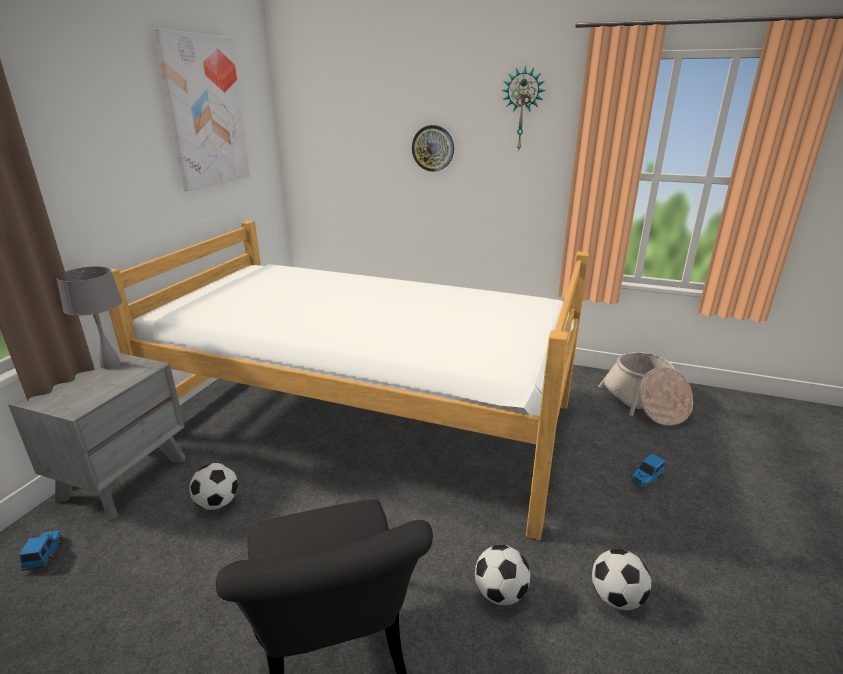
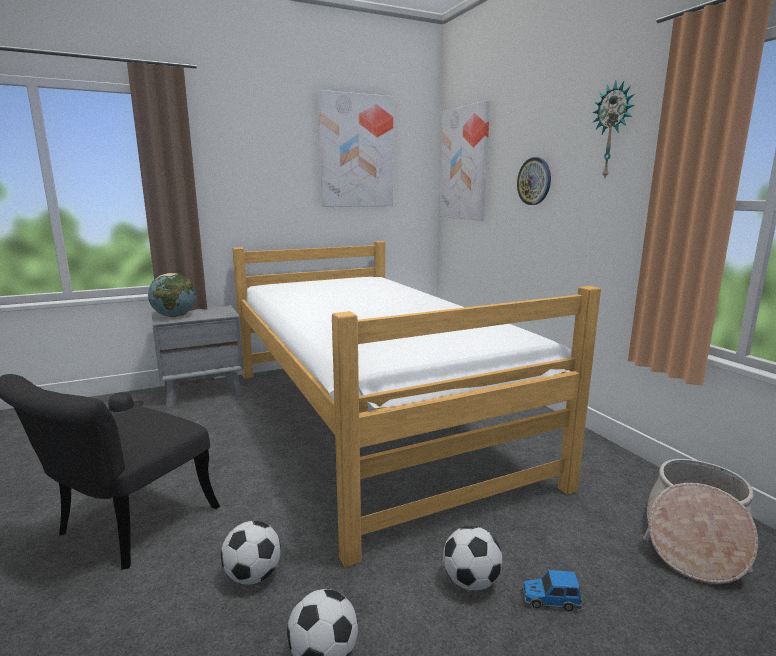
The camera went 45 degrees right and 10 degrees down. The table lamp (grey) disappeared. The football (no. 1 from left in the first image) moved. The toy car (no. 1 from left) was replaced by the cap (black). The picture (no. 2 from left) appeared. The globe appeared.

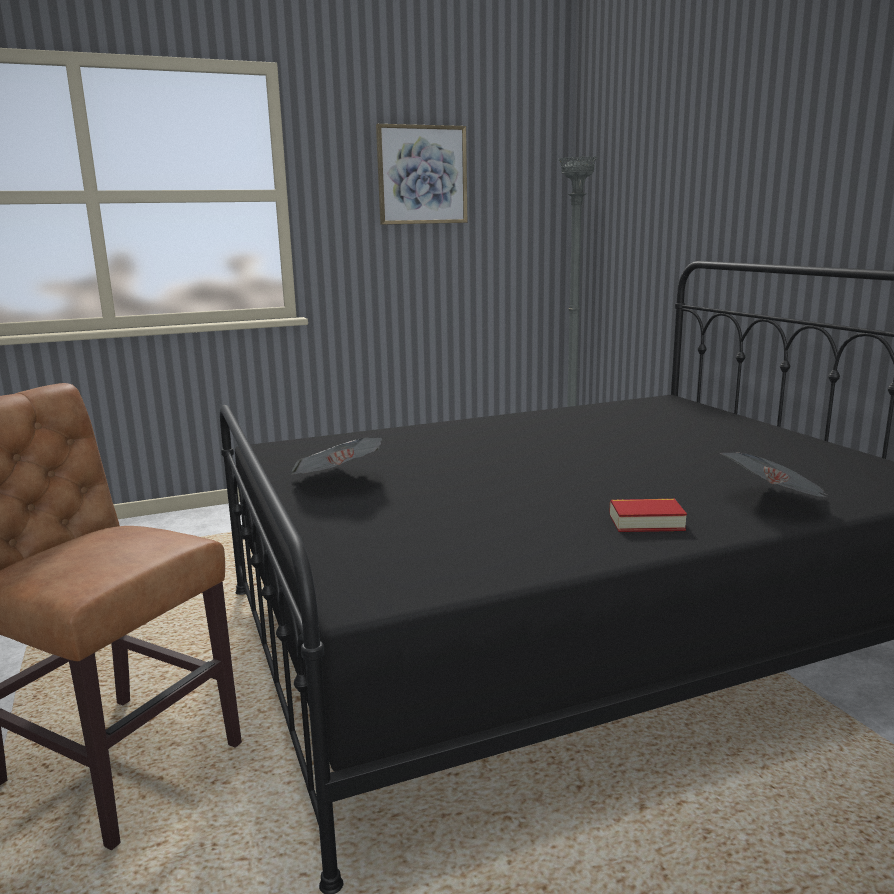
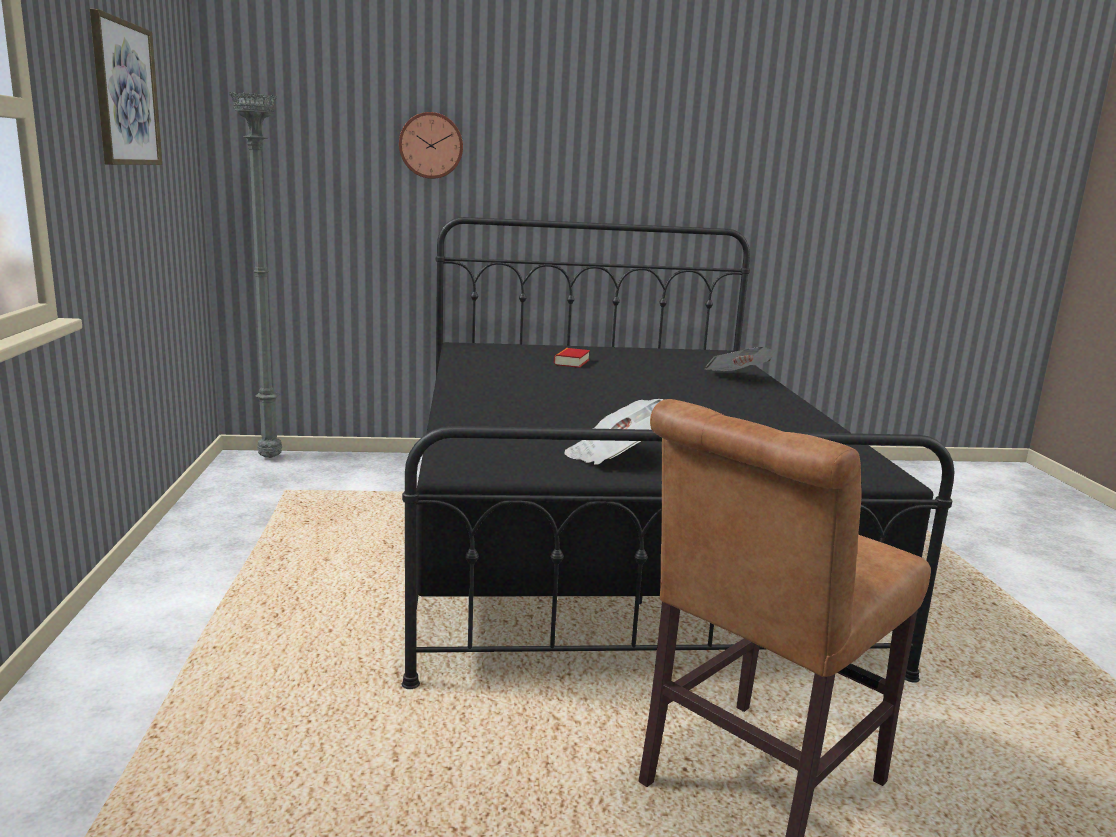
The camera went 75 degrees left and 0 degrees up. The book moved. The wall clock appeared.

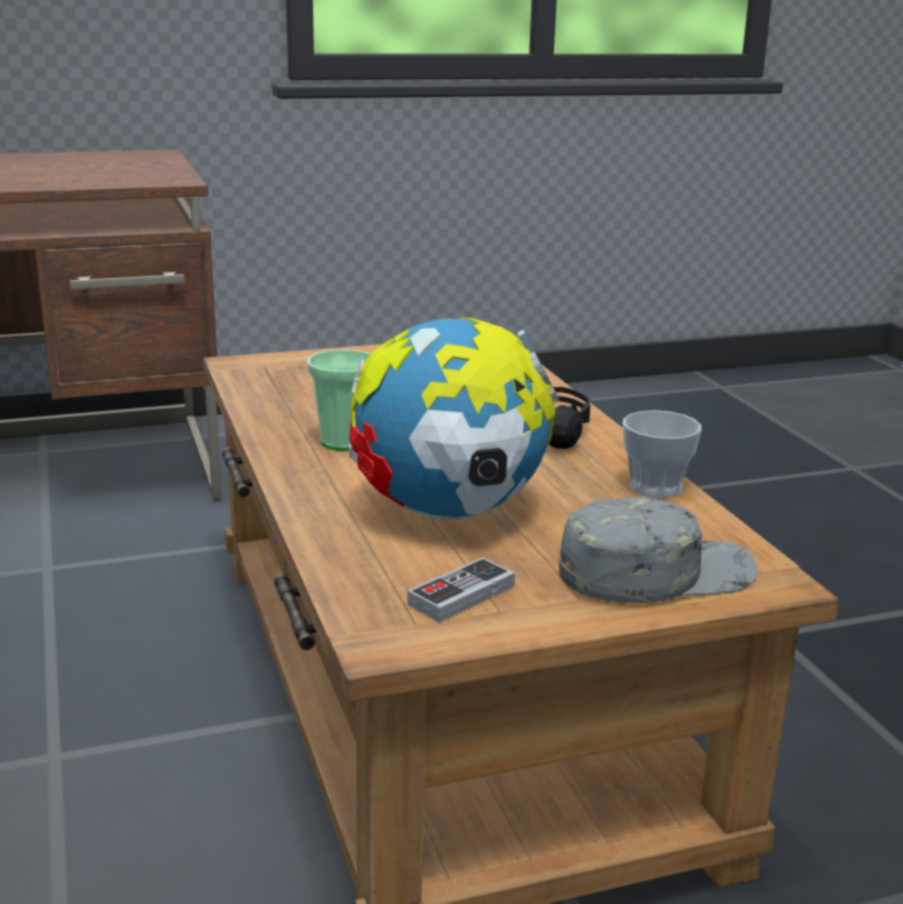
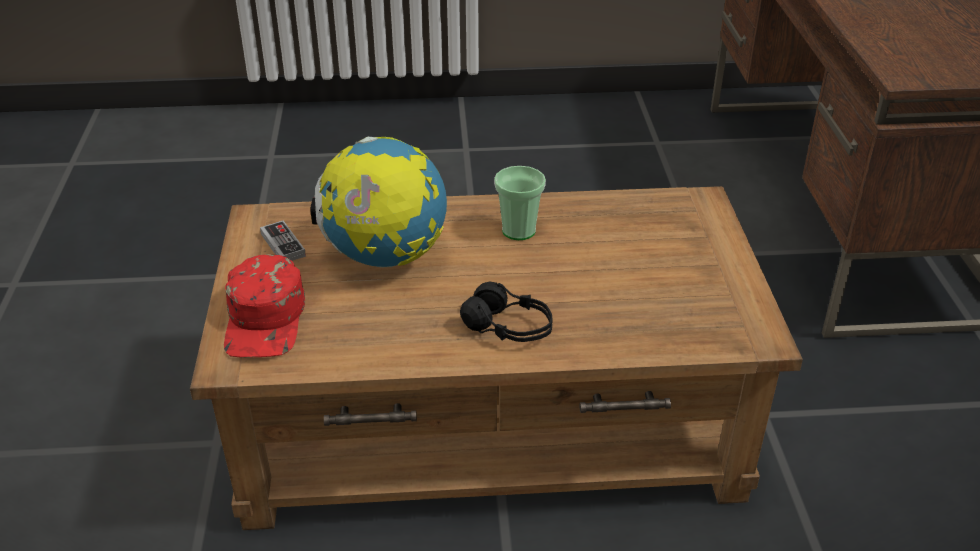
The camera went 105 degrees right and 15 degrees up. The cup (no. 2 from left) disappeared. The cap (grey) became the cap (red).

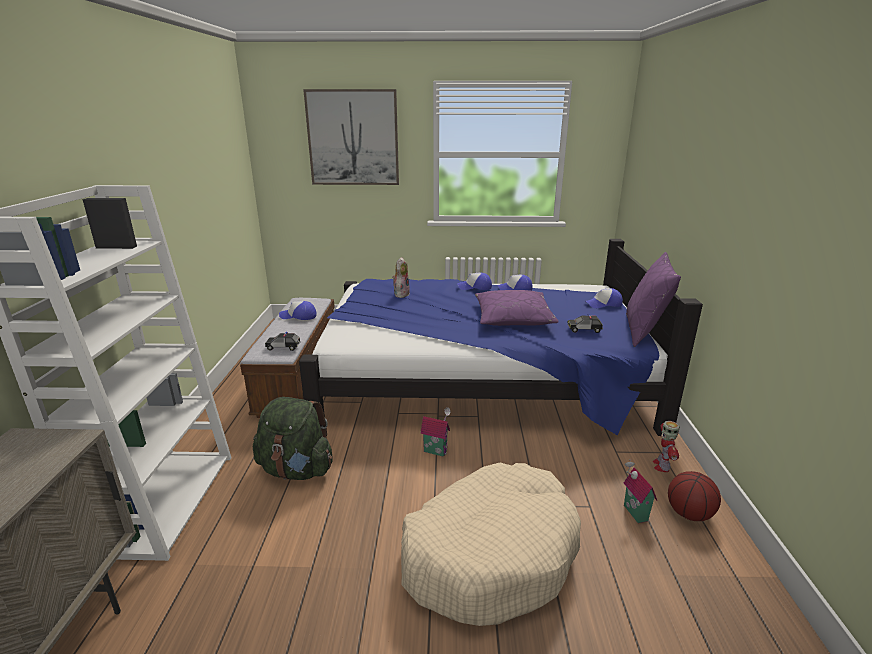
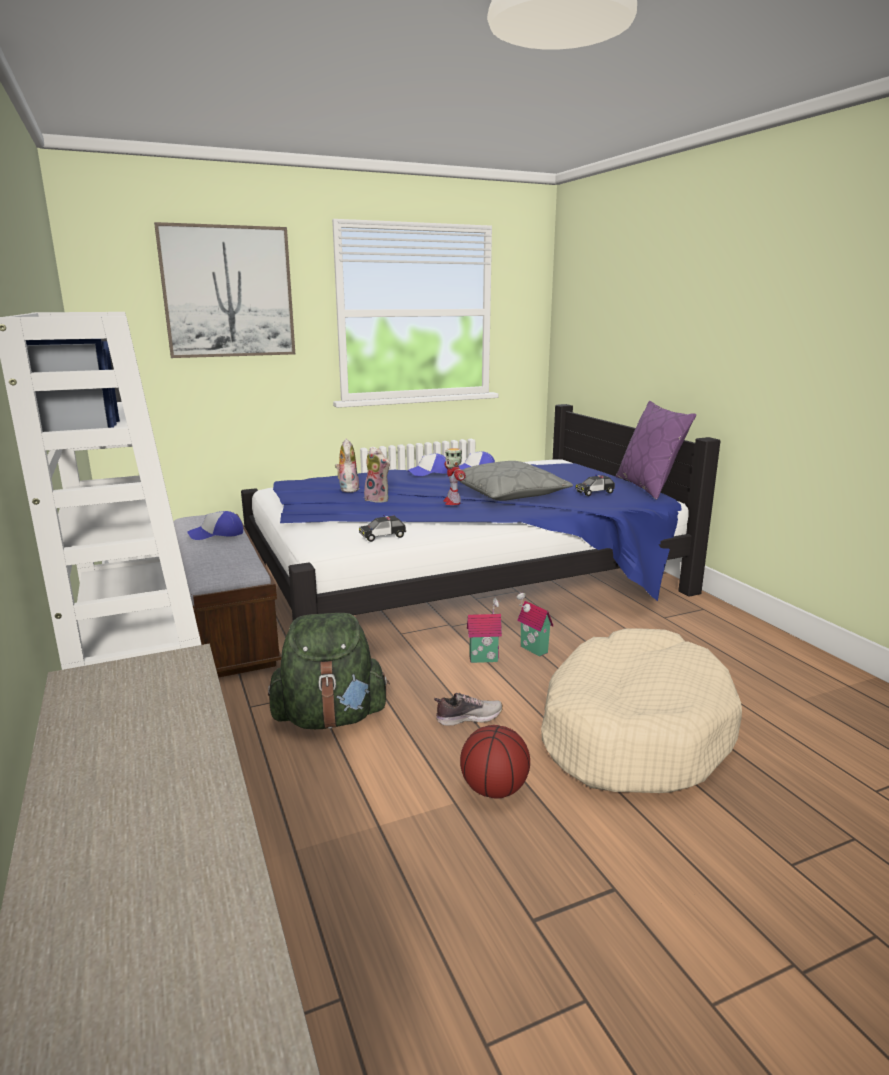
The camera went 25 degrees left and 5 degrees down. The cap (no. 4 from left) disappeared. The pillow (purple) (no. 1 from left) became the pillow (grey). The toy car (no. 1 from left) moved. The toy robot moved. The toy house (no. 2 from left) moved. The basketball moved. The plush toy (no. 2 from left) appeared. The shoe appeared.

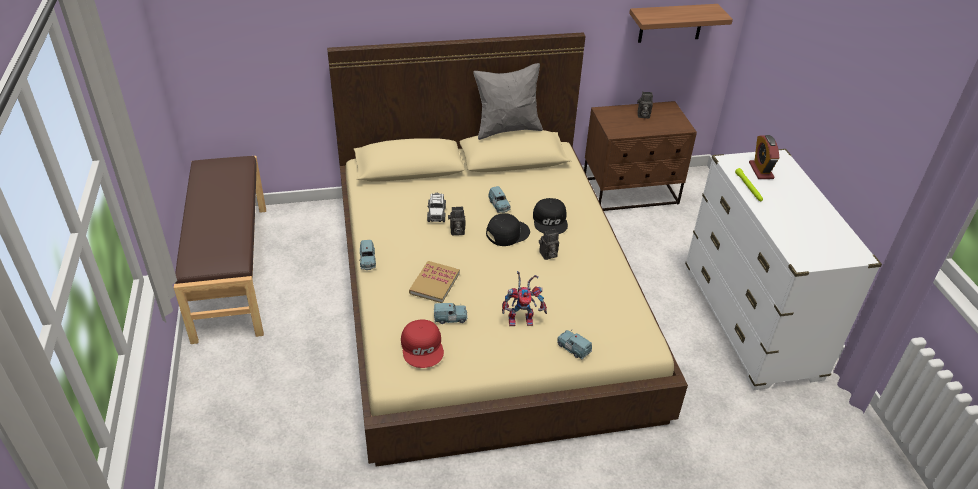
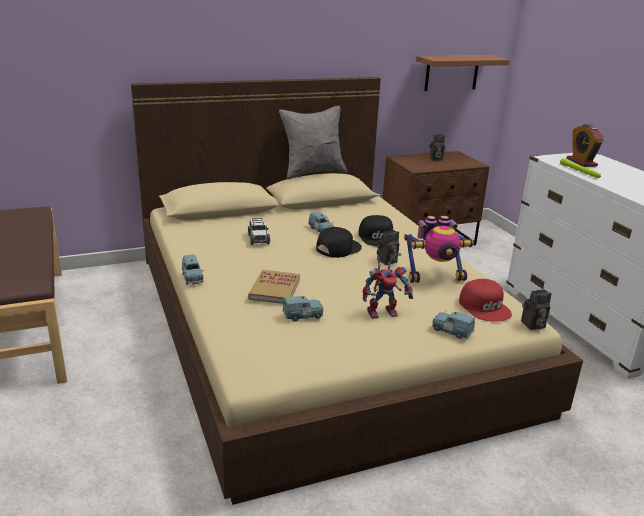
The camera went 10 degrees left and 15 degrees down. The photo camera (no. 1 from left in the first image) moved. The cap (red) moved. The toy robot (no. 2 from left) appeared.

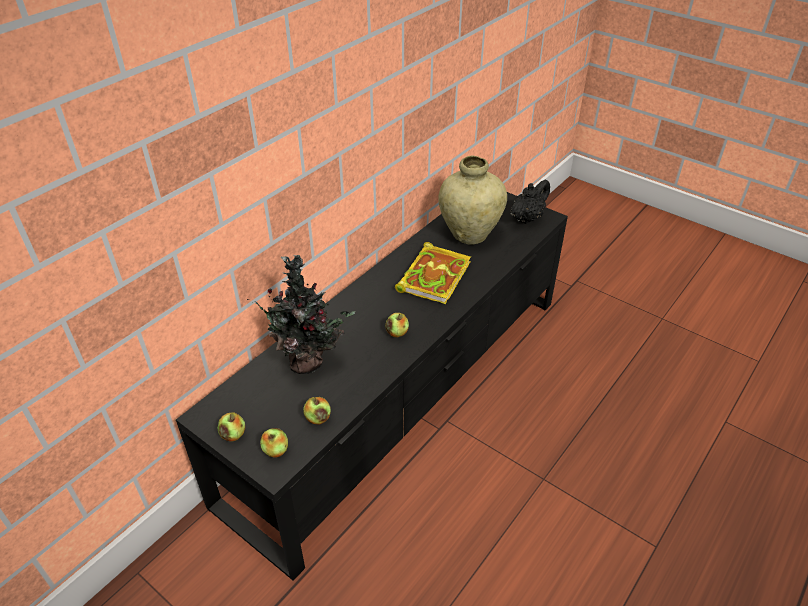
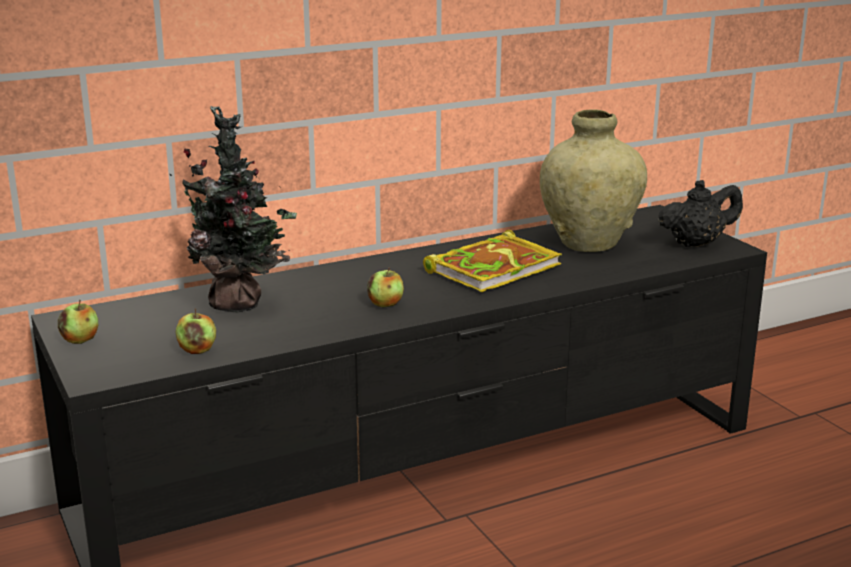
The camera went 25 degrees right and 20 degrees down. The apple (no. 2 from left) disappeared.

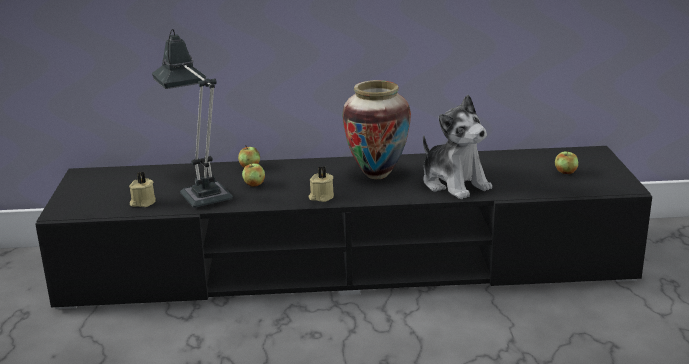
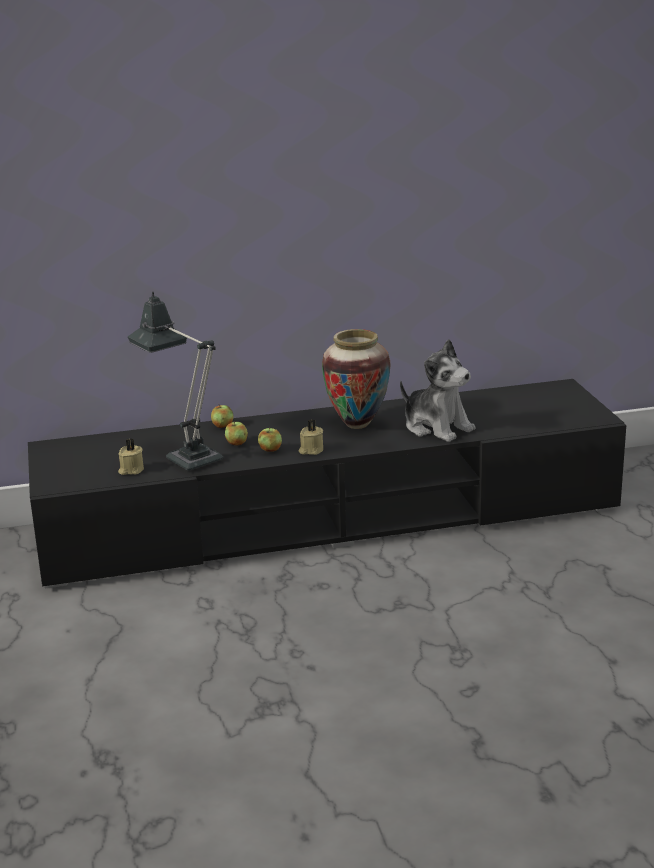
The camera went 10 degrees left and 0 degrees up. The apple (no. 3 from left) moved.

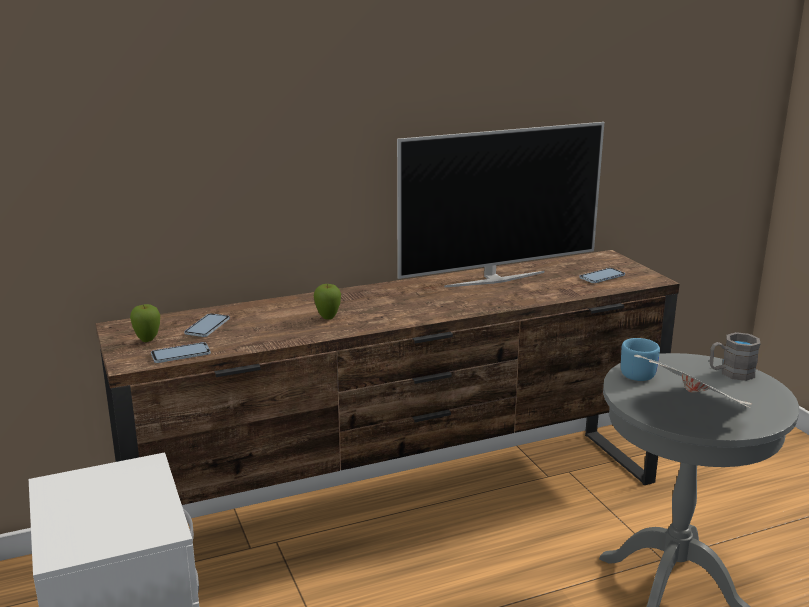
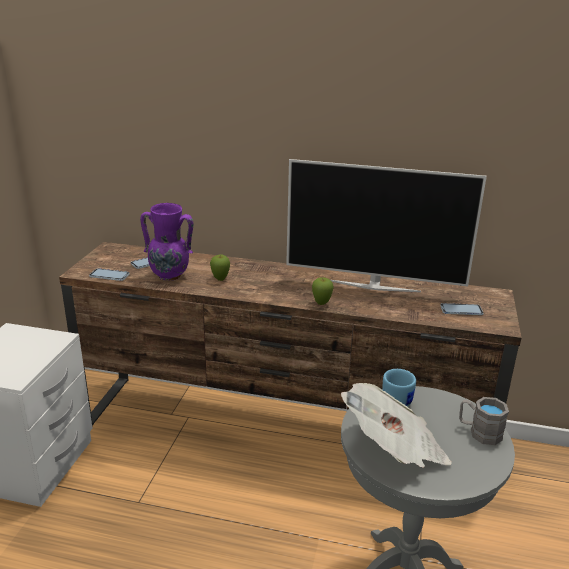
The camera went 35 degrees right and 5 degrees up. The apple (no. 1 from left in the first image) moved. The vase (purple) appeared.

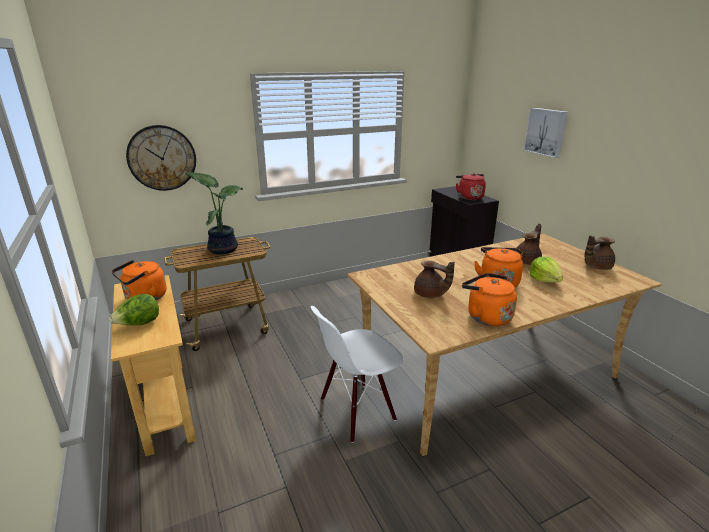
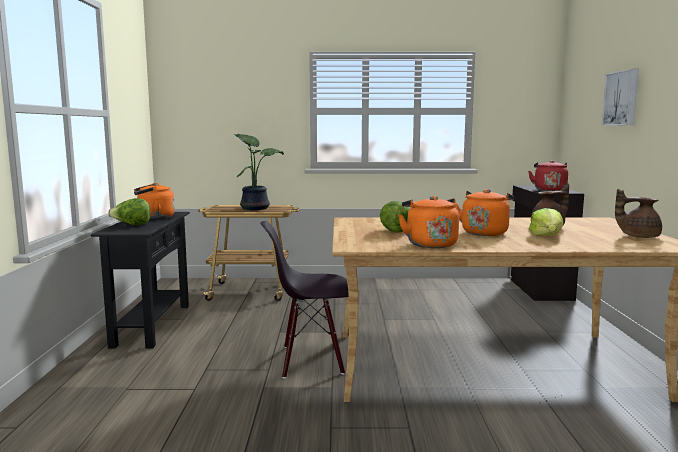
The camera went 25 degrees right and 15 degrees down. The wall clock disappeared. The teapot (brown) (no. 1 from left) was replaced by the lettuce (no. 2 from left). The console table (beige) became the console table (black). The chair (white) became the chair (black).

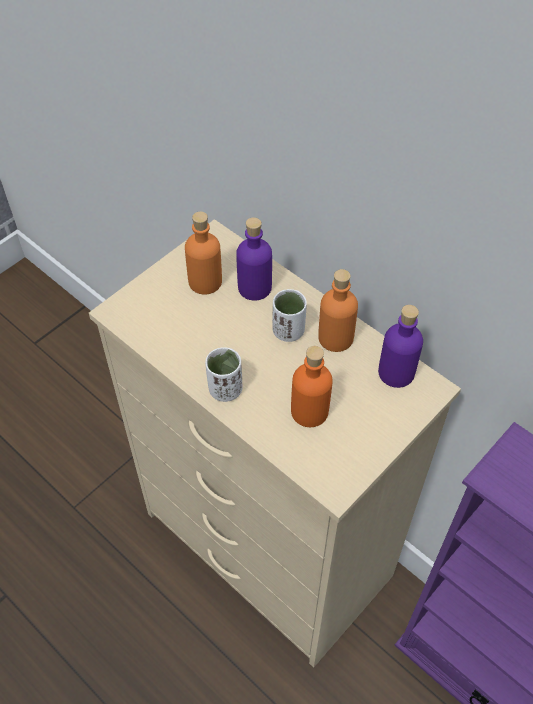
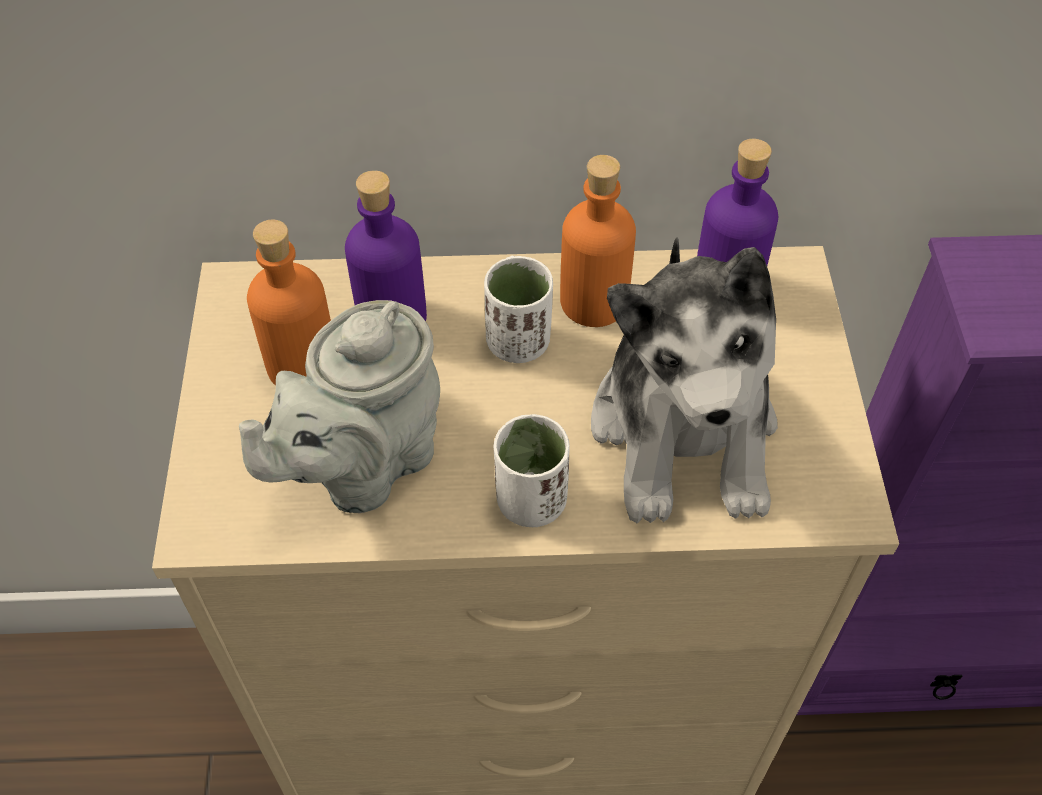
The camera went 45 degrees left and 0 degrees up. The bottle (orange) (no. 2 from left) was replaced by the plush toy. The teapot (grey) appeared.

